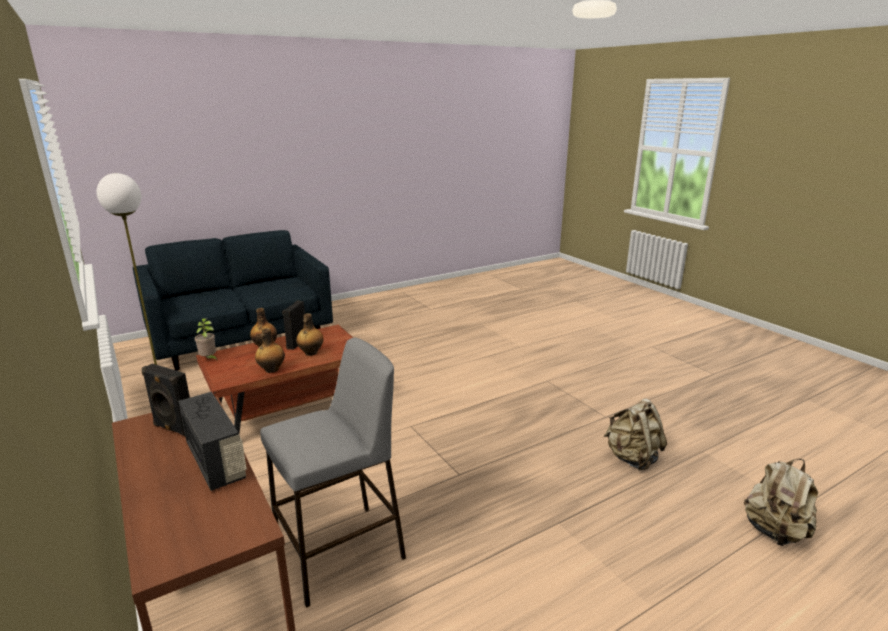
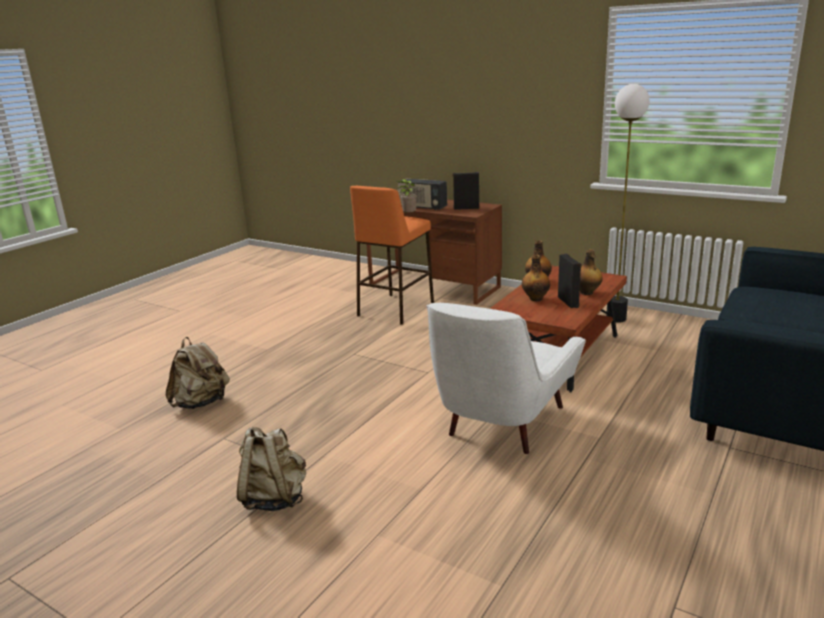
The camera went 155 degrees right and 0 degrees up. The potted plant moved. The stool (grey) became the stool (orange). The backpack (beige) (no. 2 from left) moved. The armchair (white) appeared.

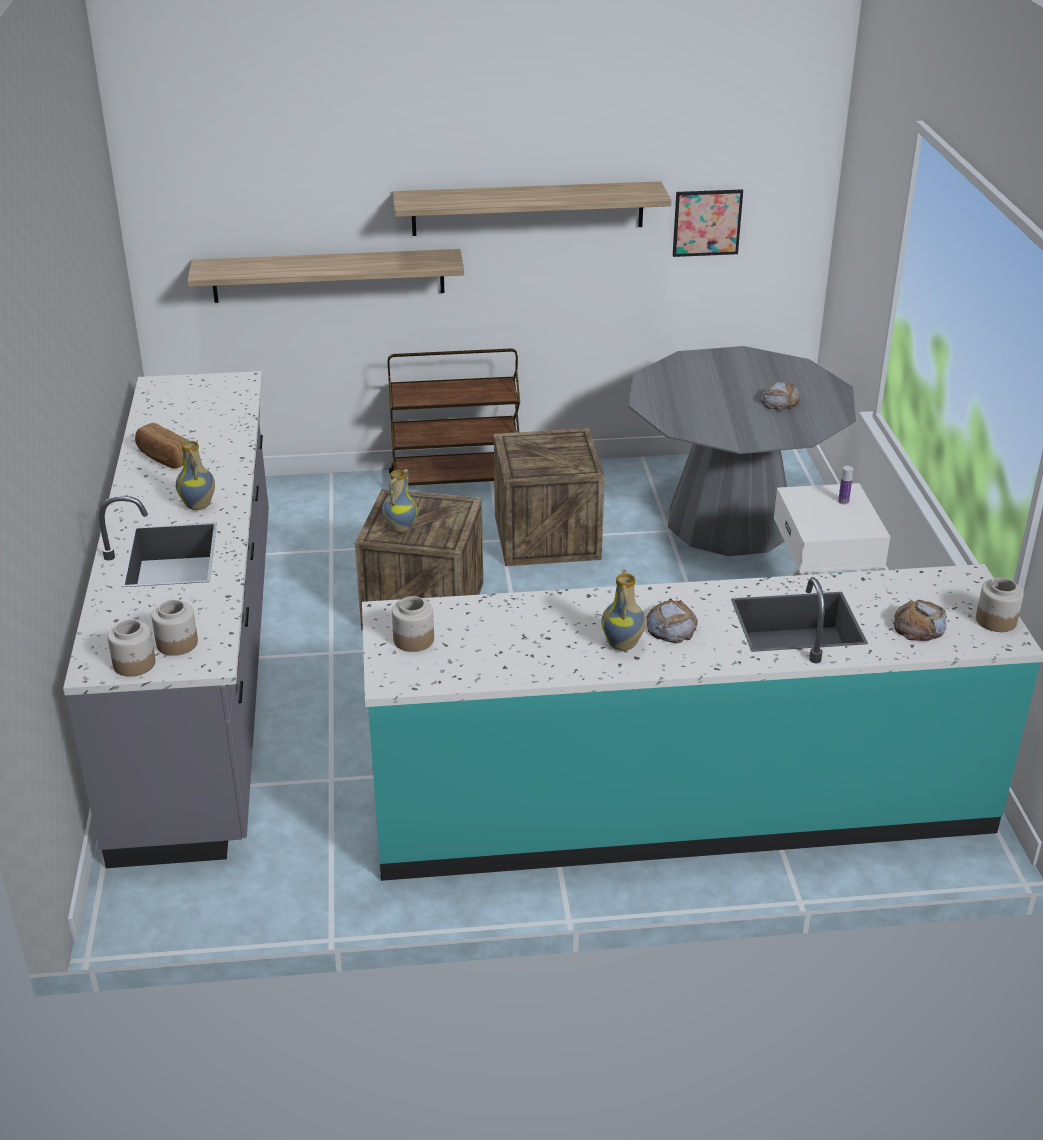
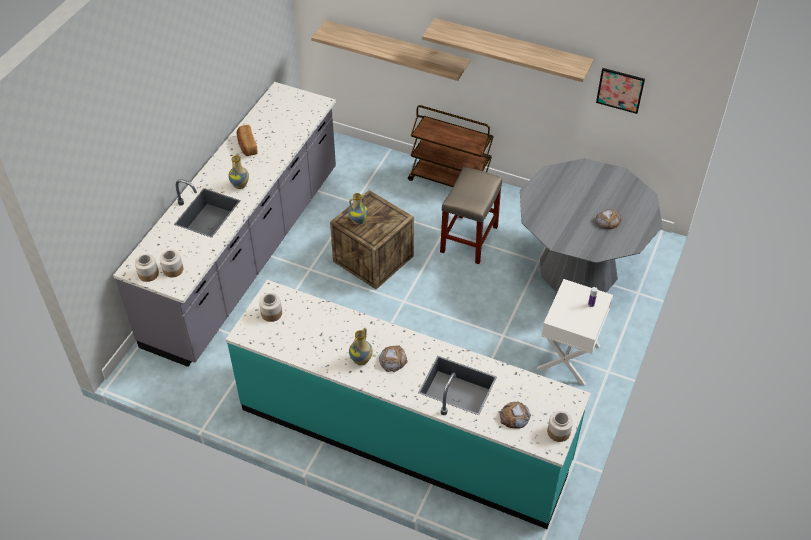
The camera went 30 degrees right and 15 degrees up. The crate (no. 2 from left) was replaced by the stool (beige).

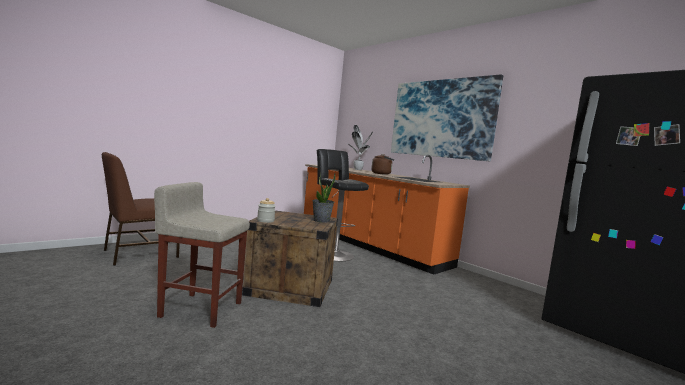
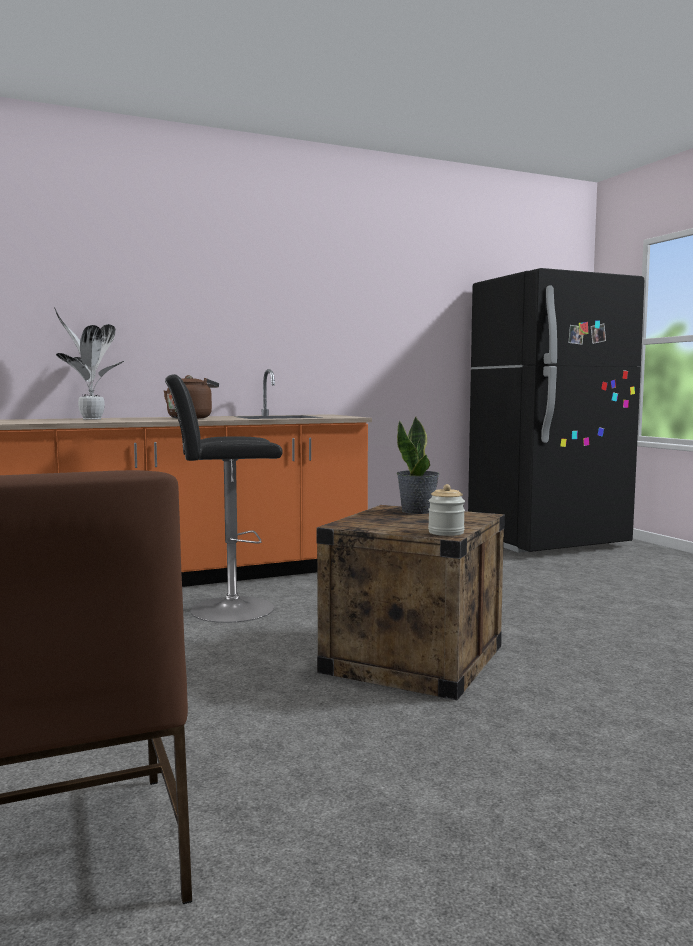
The camera went 70 degrees left and 0 degrees up. The picture disappeared. The stool (beige) disappeared.

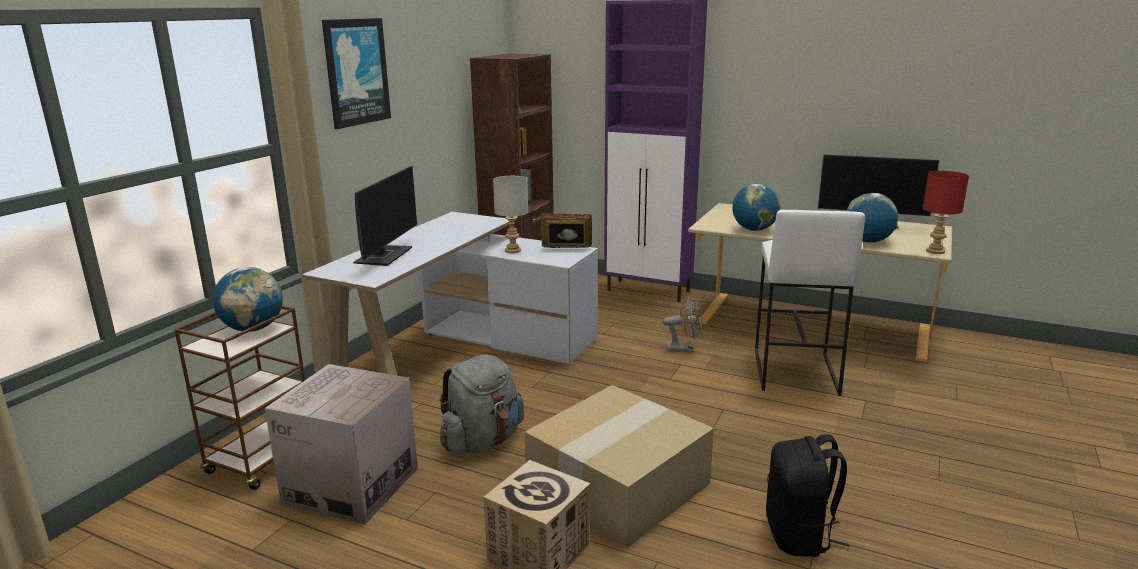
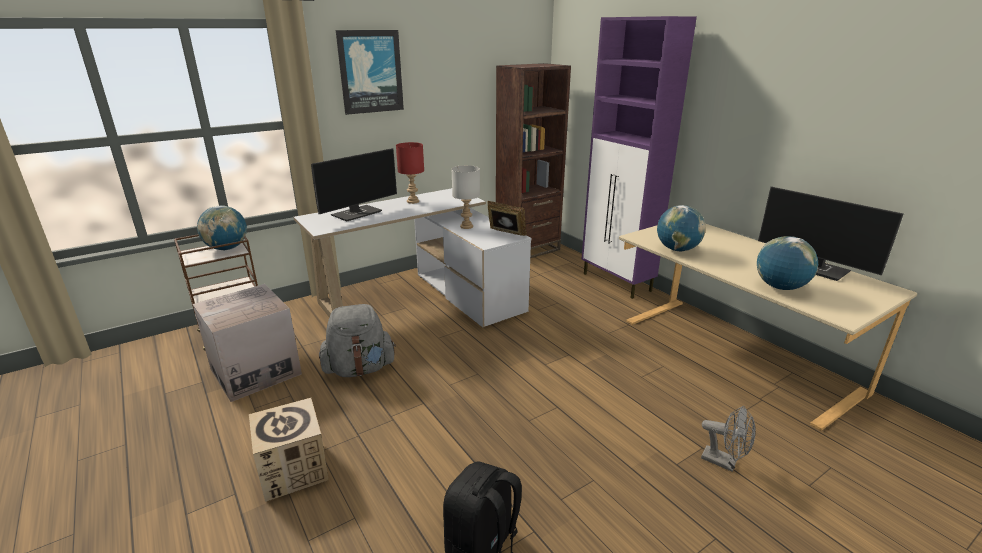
The camera went 30 degrees right and 5 degrees up. The table lamp (red) moved. The stool (white) disappeared. The fan (grey) moved. The cardboard box (no. 3 from left) disappeared.

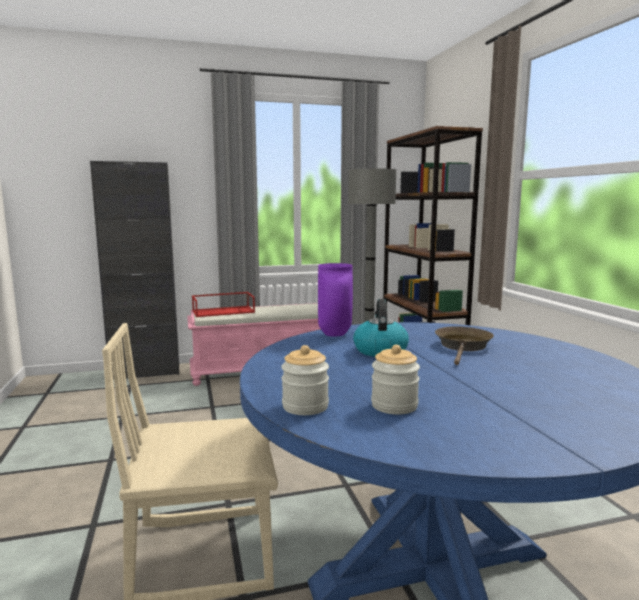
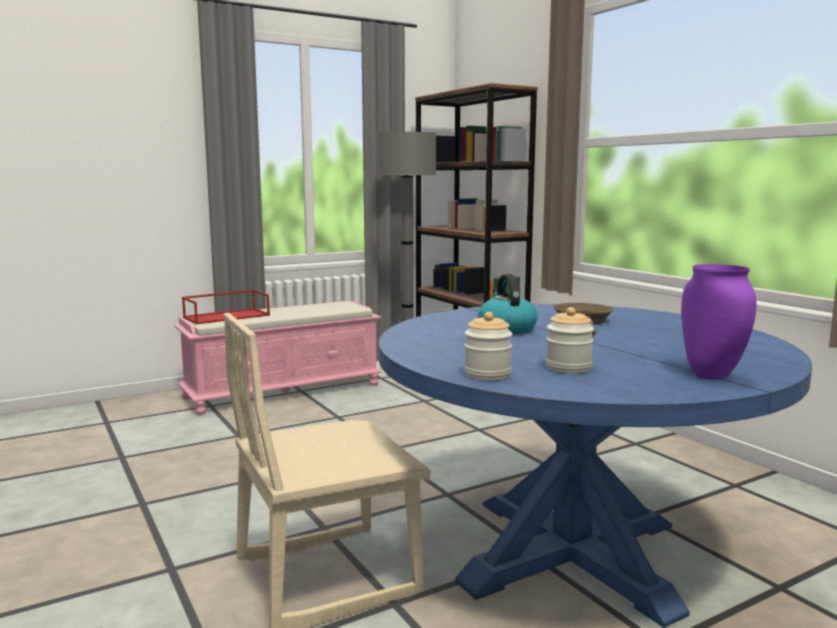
The camera went 15 degrees left and 0 degrees up. The cabinet (black) disappeared. The vase (purple) moved.

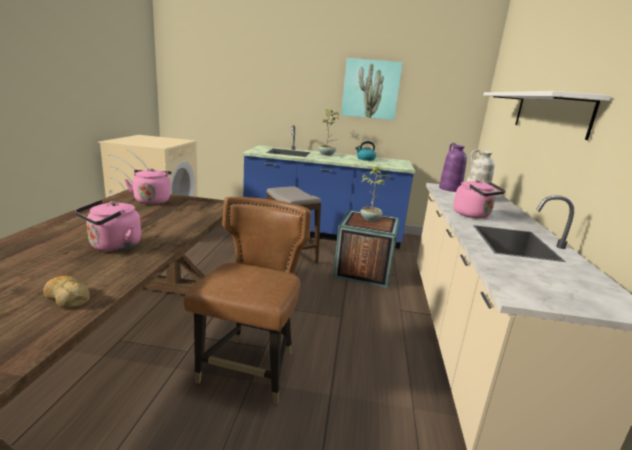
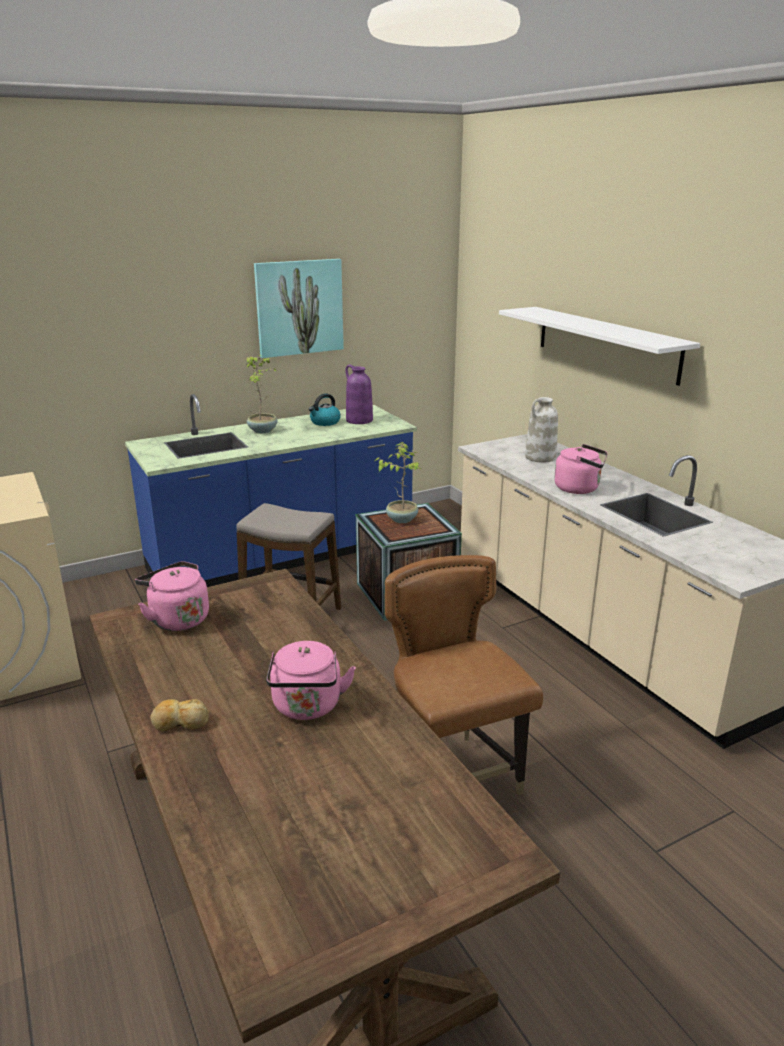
The camera went 35 degrees left and 5 degrees up. The vase (purple) moved. The bread moved.

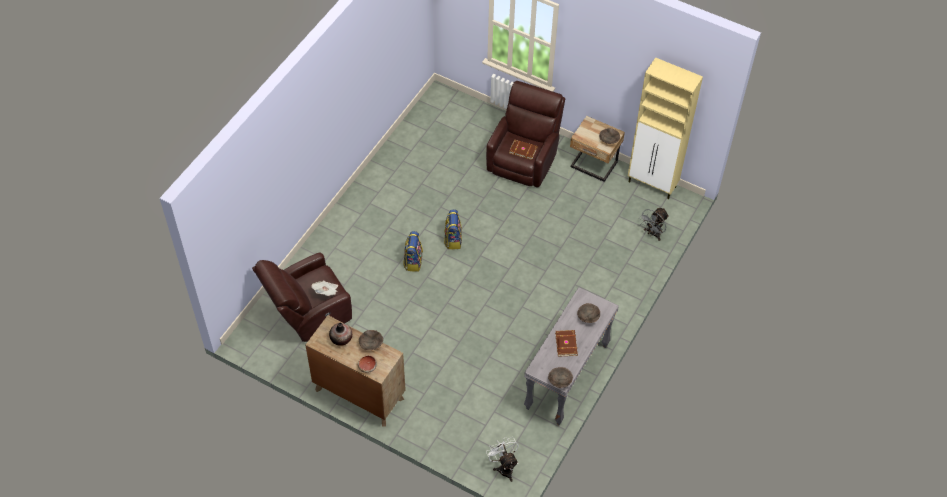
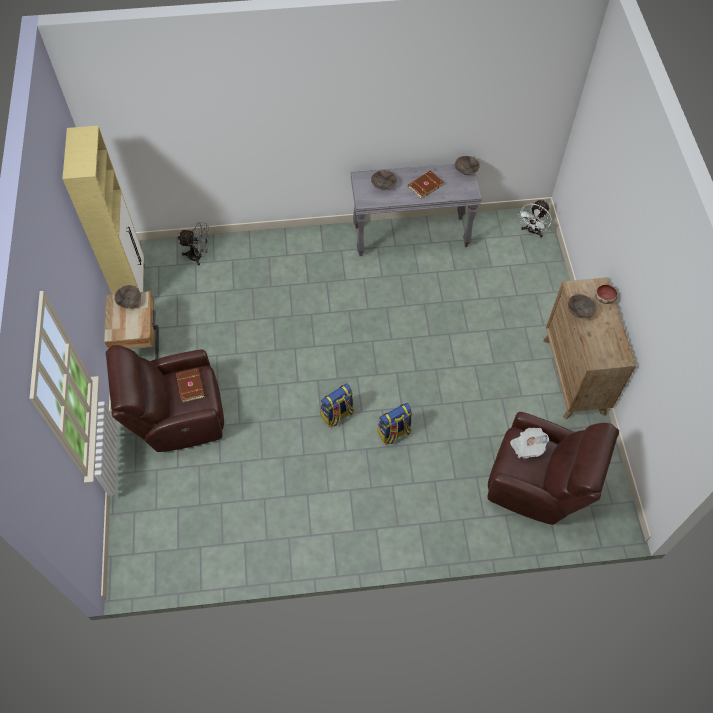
The camera went 125 degrees left and 5 degrees up. The vase disappeared.

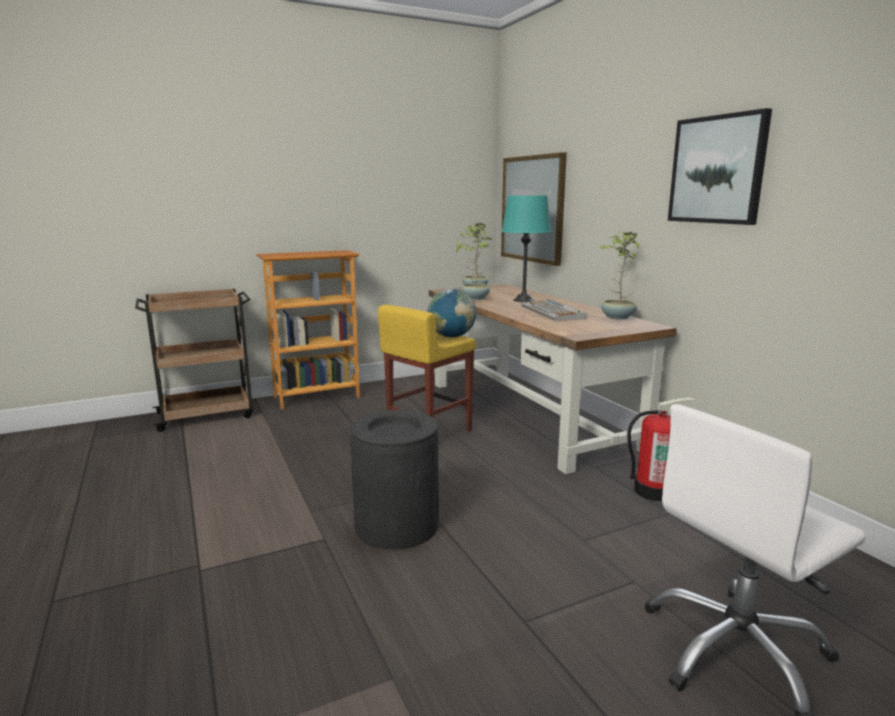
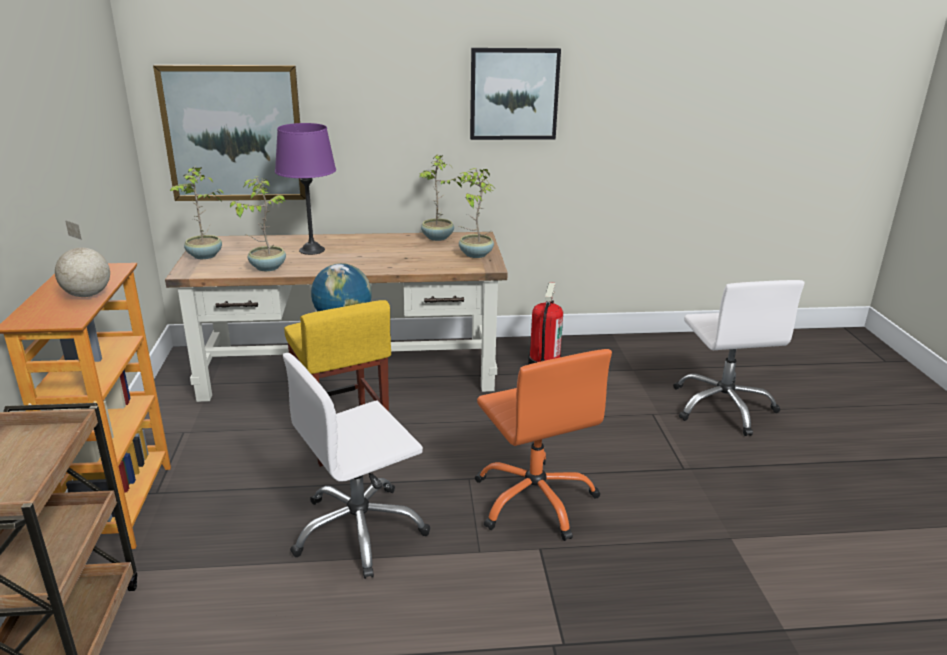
The camera went 70 degrees left and 10 degrees up. The table lamp (turquoise) became the table lamp (purple). The keyboard disappeared. The trash can (black) was replaced by the office chair (orange). The potted plant (no. 4 from left) appeared. The globe (no. 1 from left) appeared. The office chair (white) (no. 1 from left) appeared.

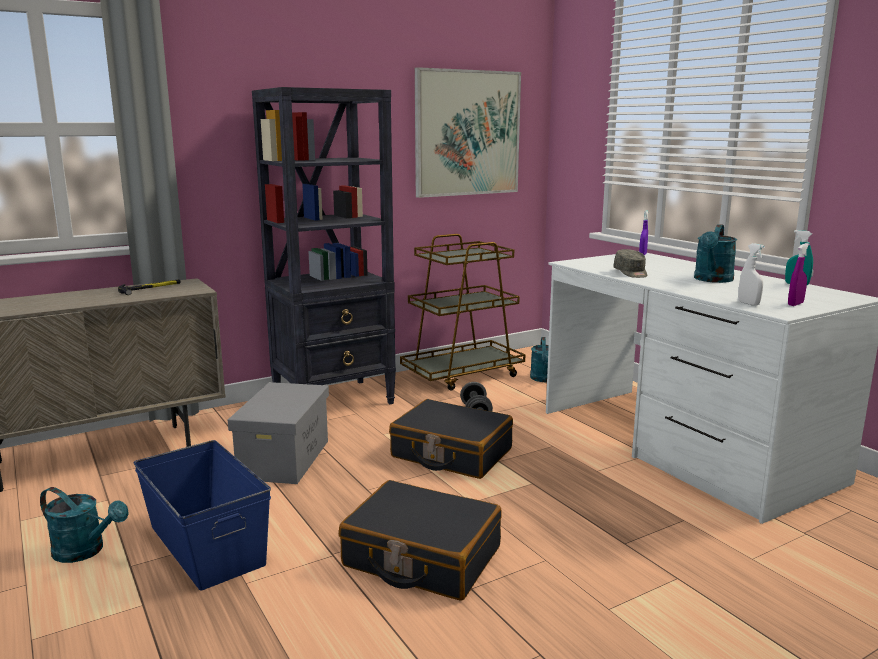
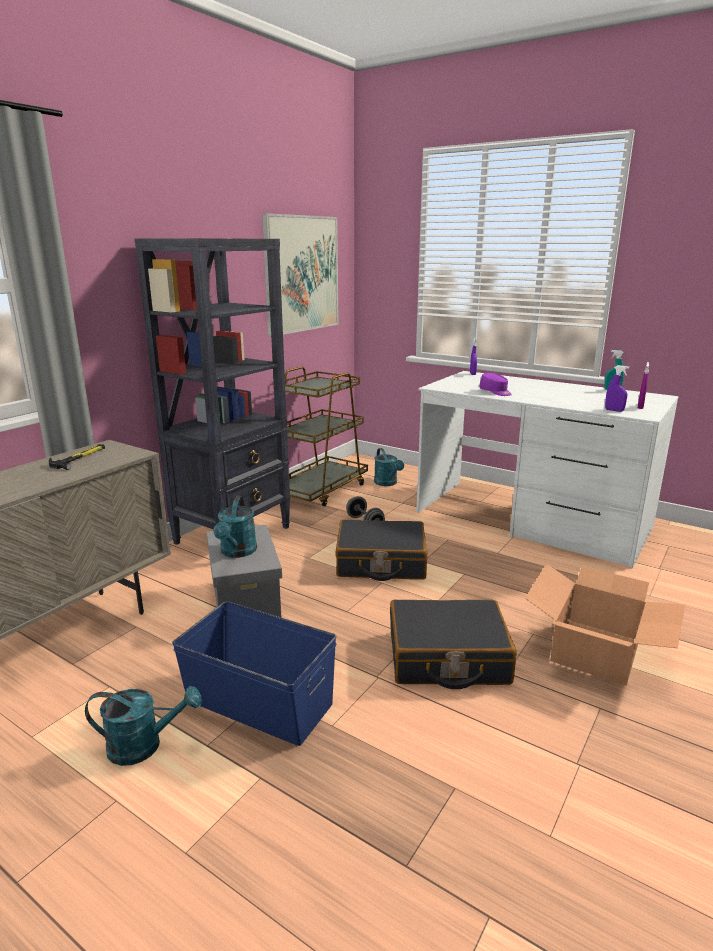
The camera went 25 degrees left and 5 degrees up. The watering can (turquoise) (no. 3 from left in the first image) moved. The spray bottle (white) became the spray bottle (purple) (no. 2 from left). The cap (grey) became the cap (purple). The cardboard box appeared.

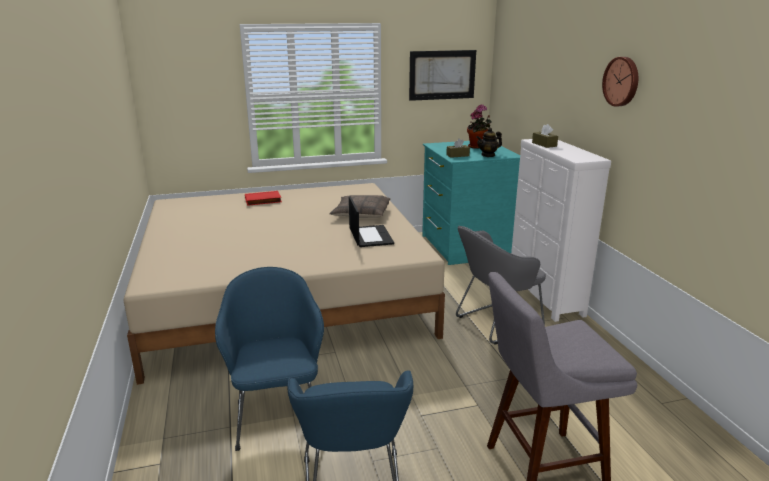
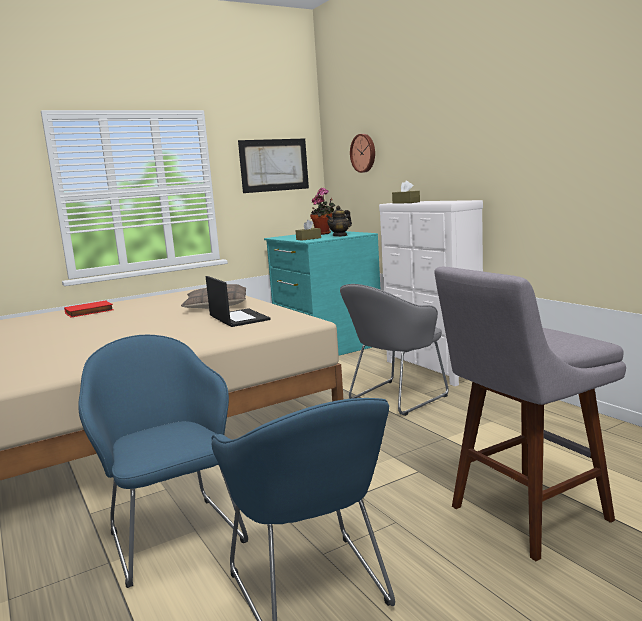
The camera went 15 degrees left and 10 degrees down. The wall clock moved.

